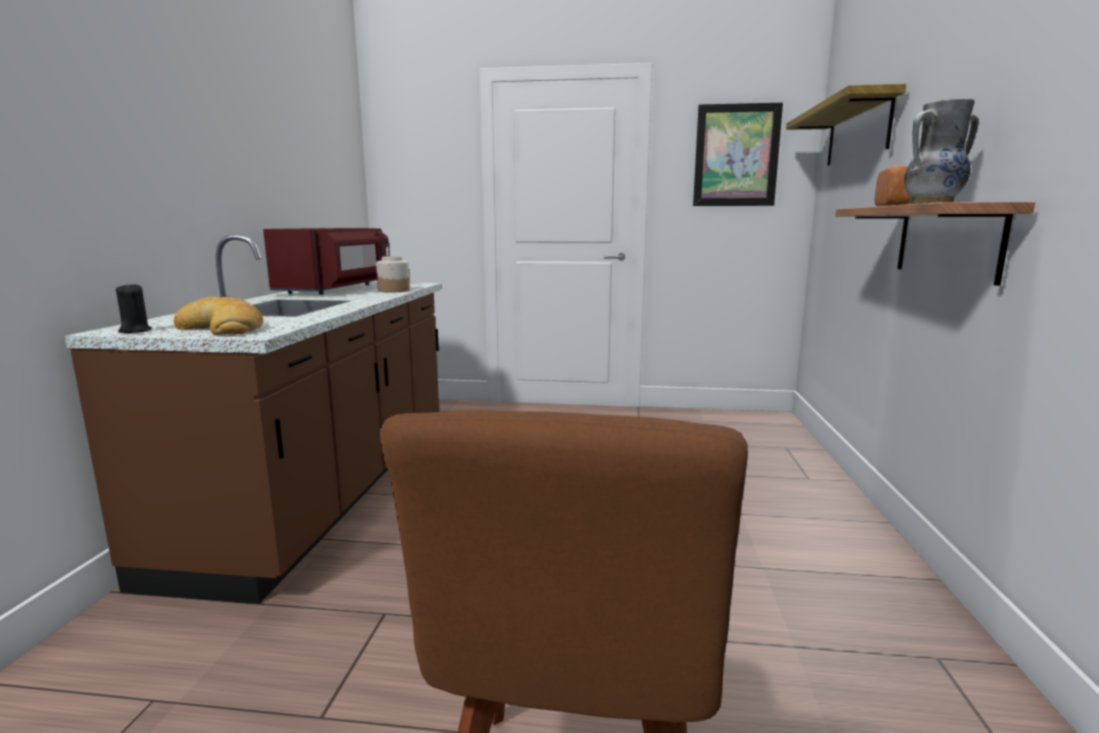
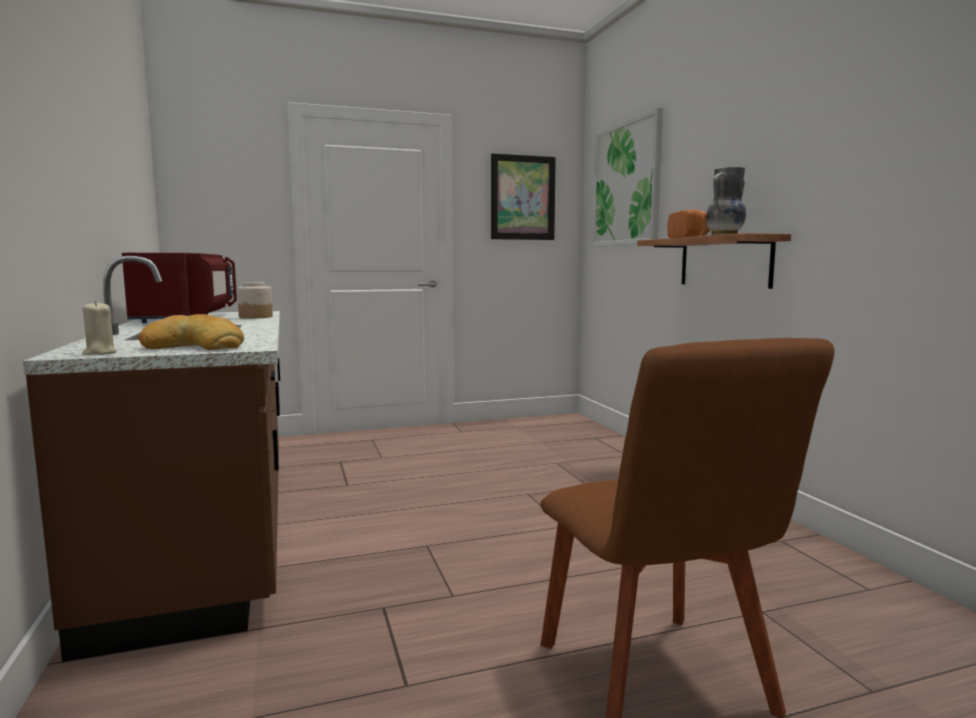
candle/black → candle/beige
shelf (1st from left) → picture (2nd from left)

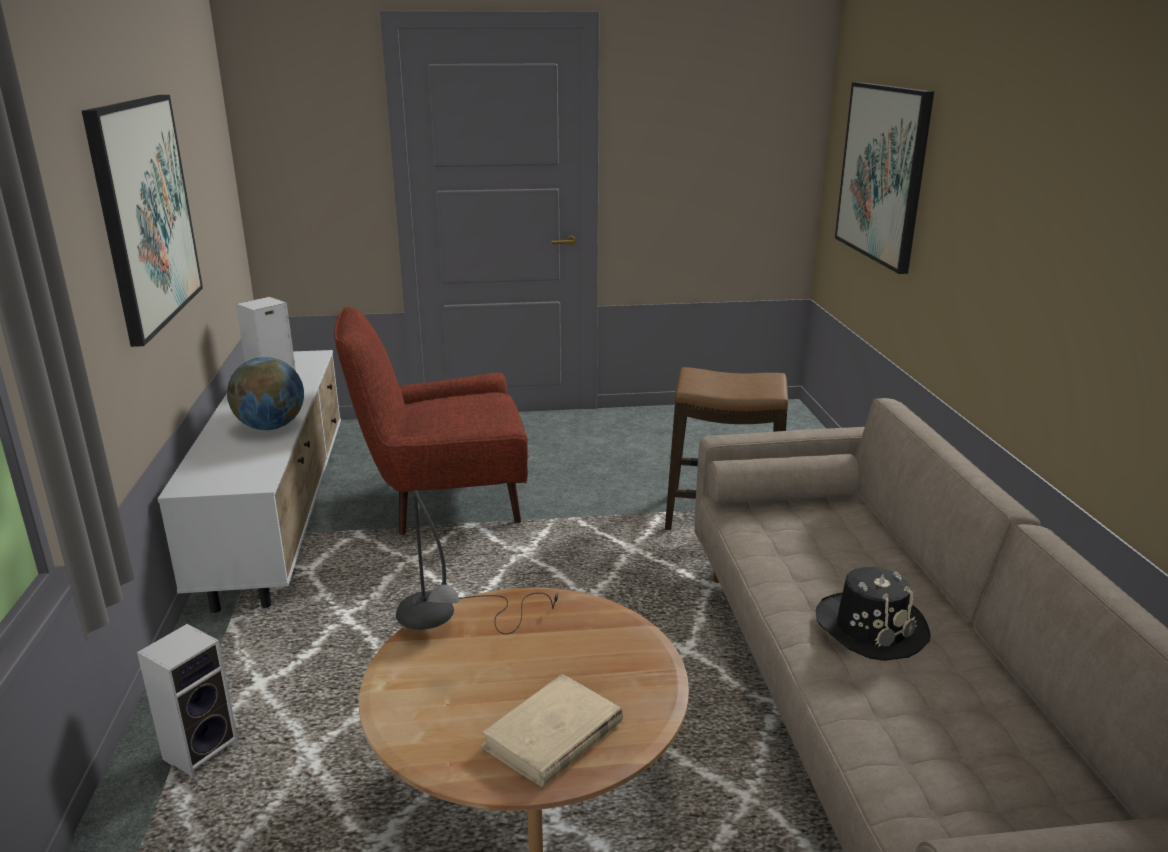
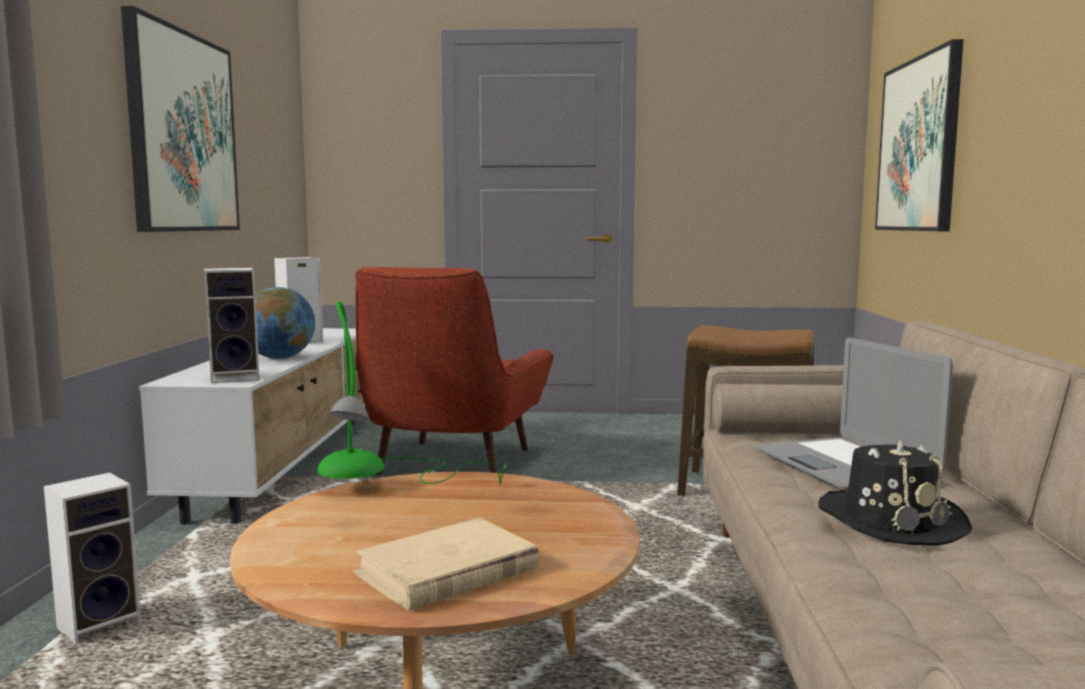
armchair/red, 75 degrees counterclockwise
table lamp/grey → table lamp/green
- → speaker (2nd from left)
- → laptop

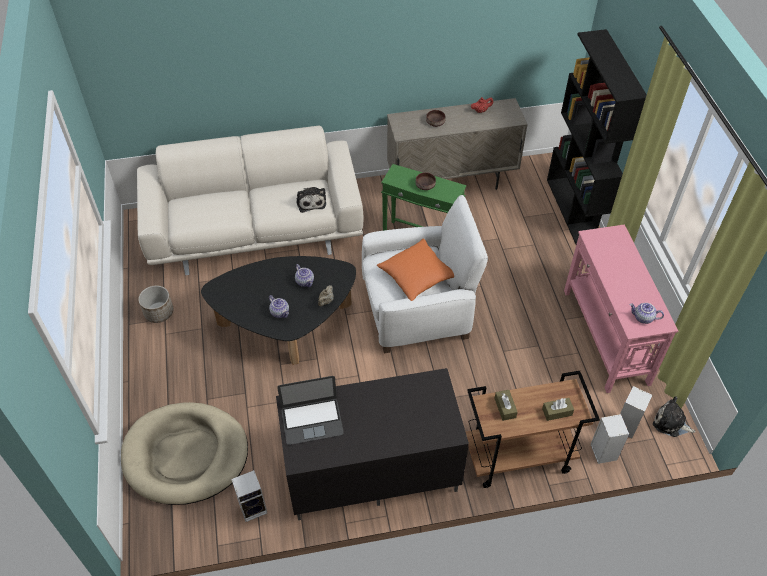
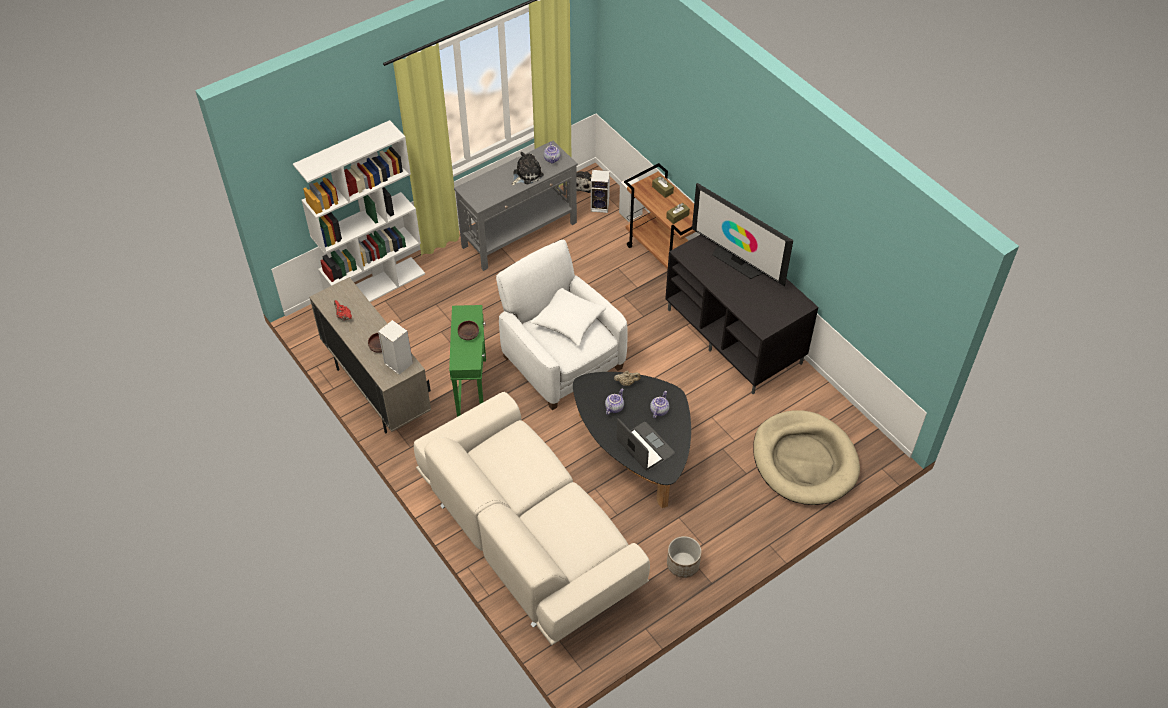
speaker (1st from left), moved
laptop, moved
plush toy (1st from left), moved
pillow/orange → pillow/white
bookcase/black → bookcase/white
console table/pink → console table/grey
- → television

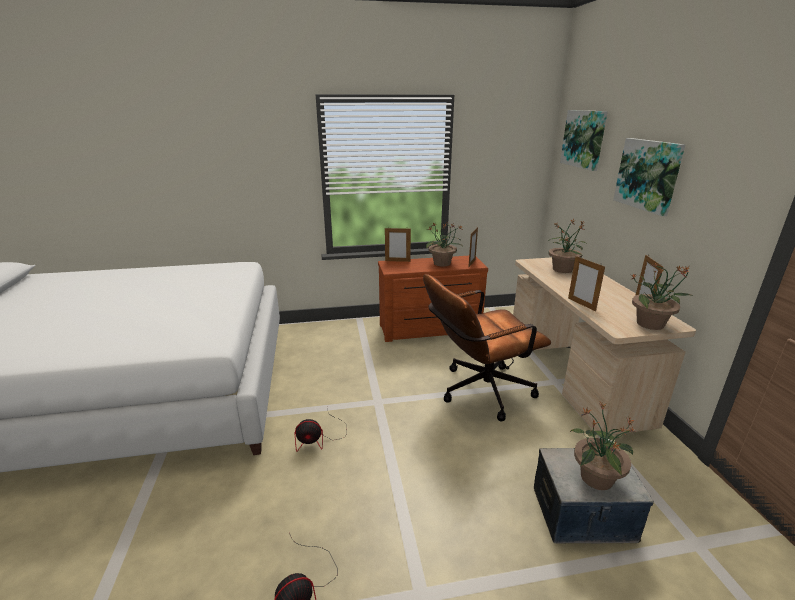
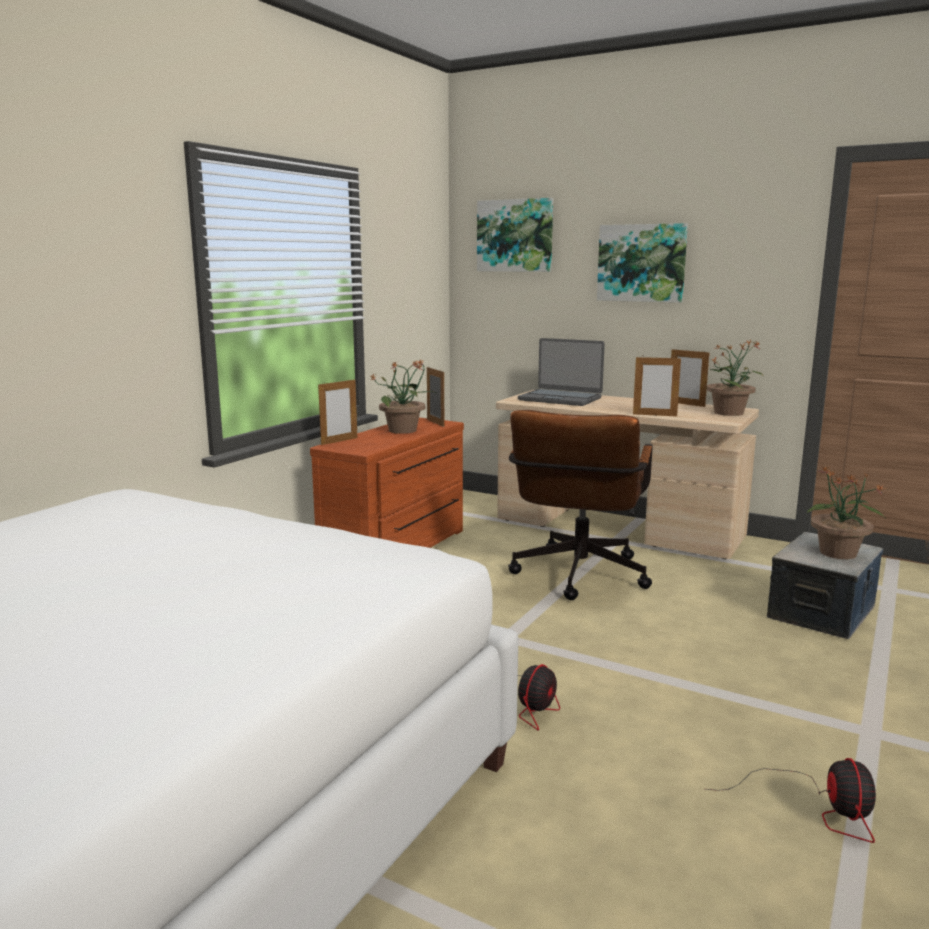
potted plant (2nd from left) → laptop

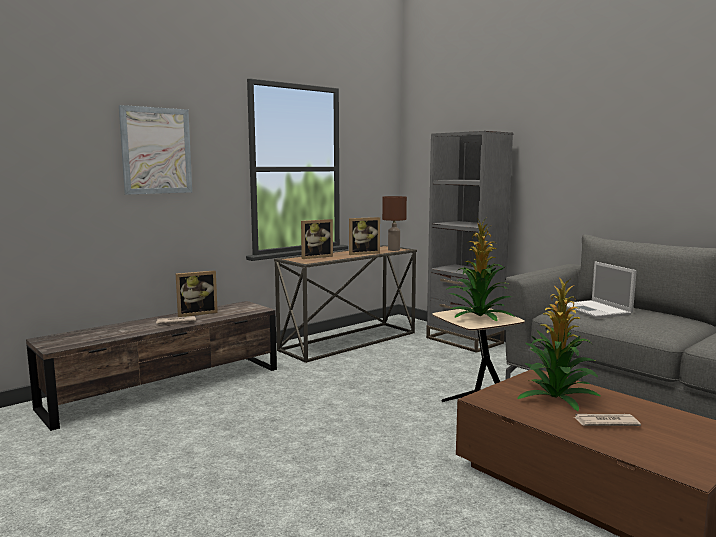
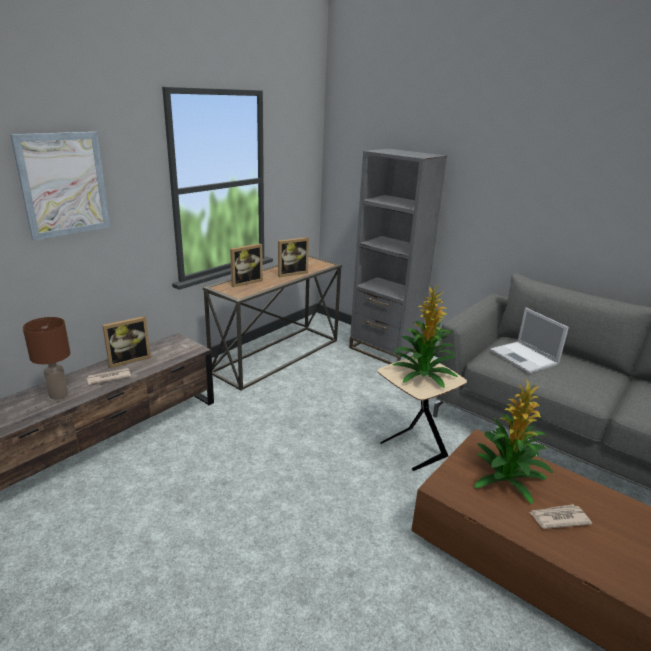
table lamp/brown, moved

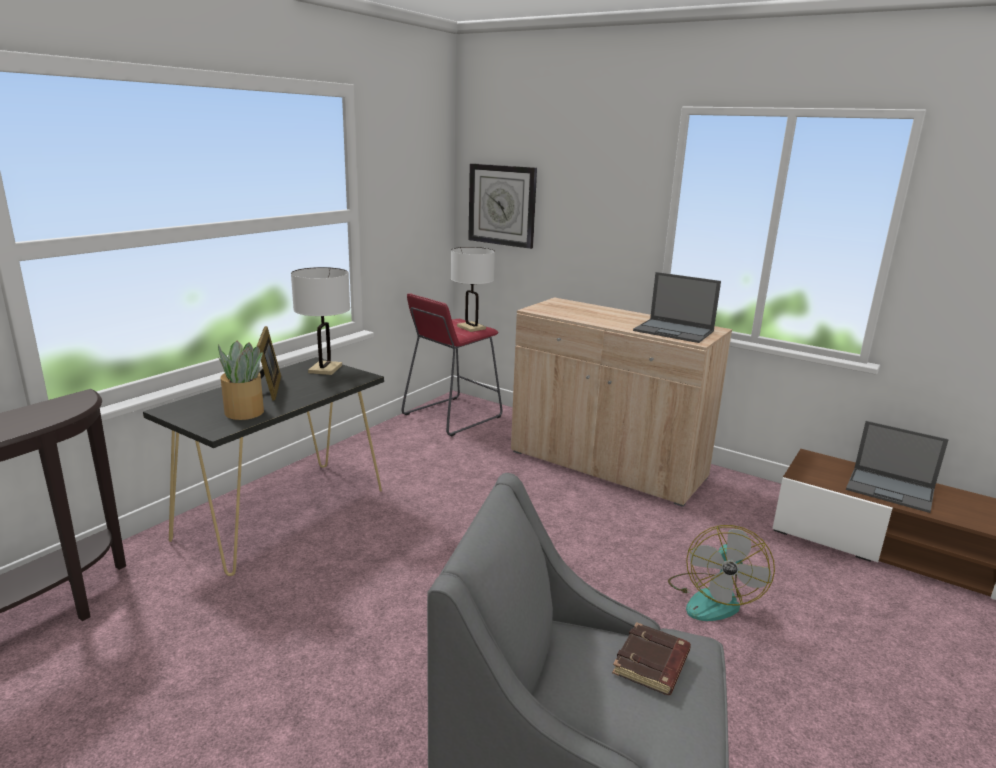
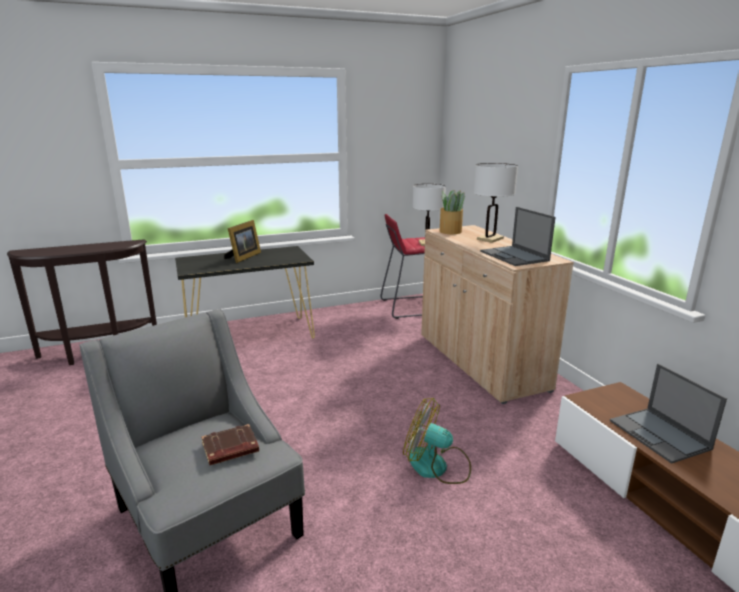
potted plant, moved
table lamp/white (1st from left in the first image) → table lamp/white (2nd from left), moved
wall clock → -
fan, 60 degrees clockwise

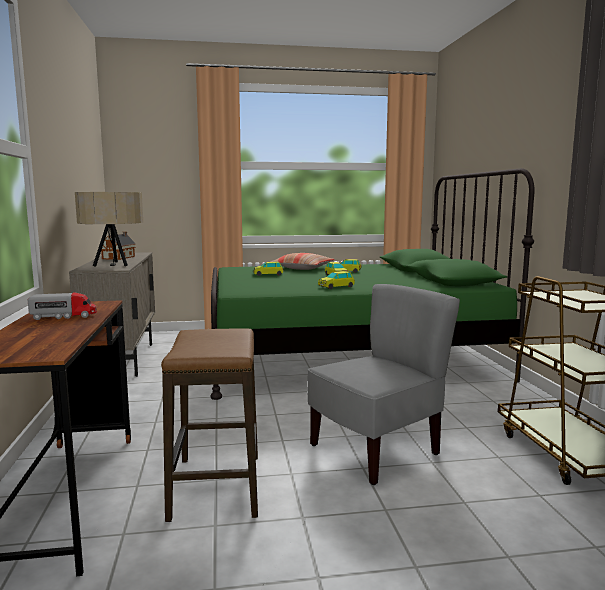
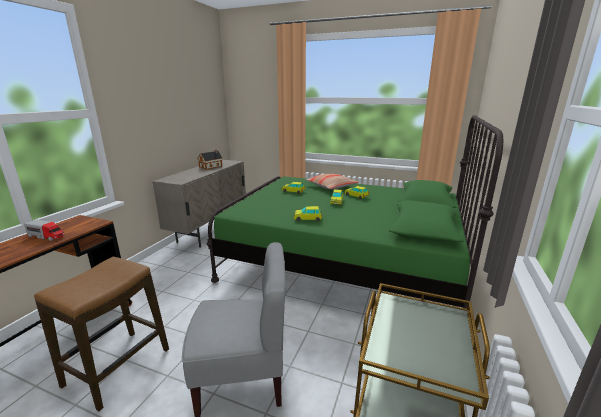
table lamp/beige → -

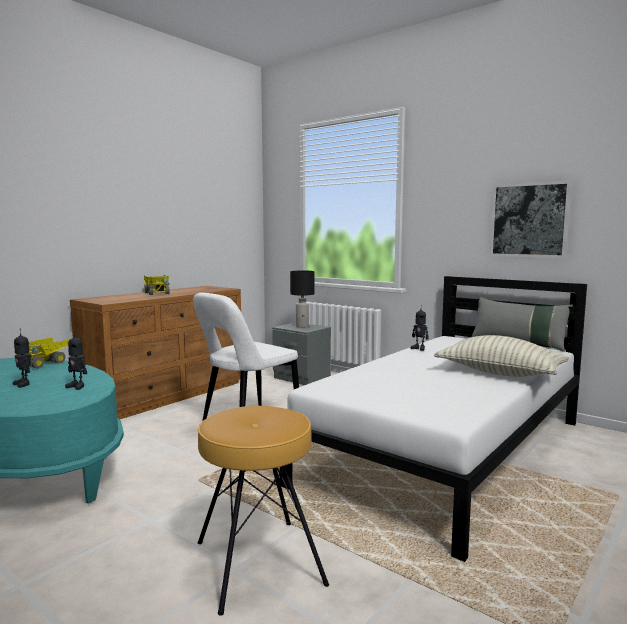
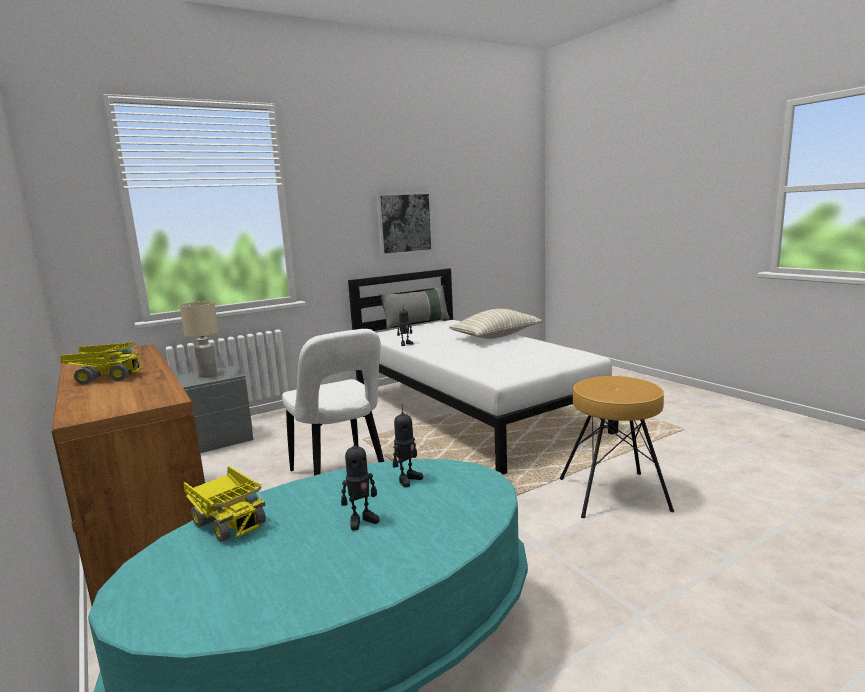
table lamp/black → table lamp/beige

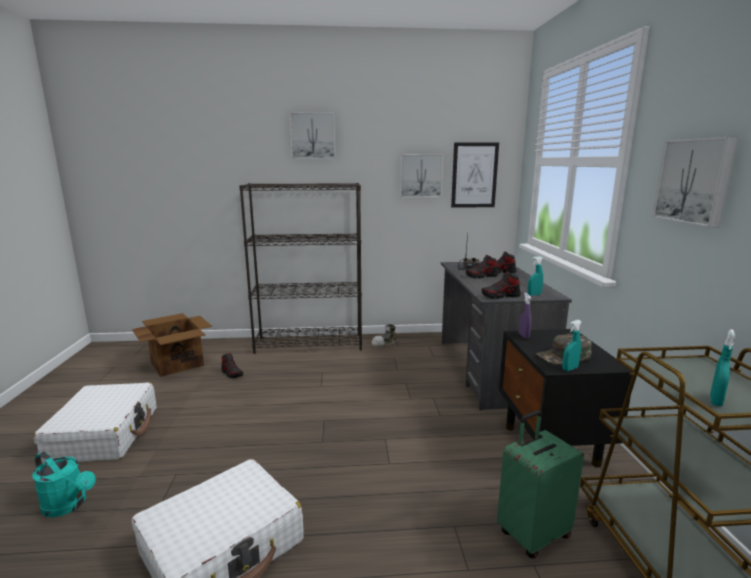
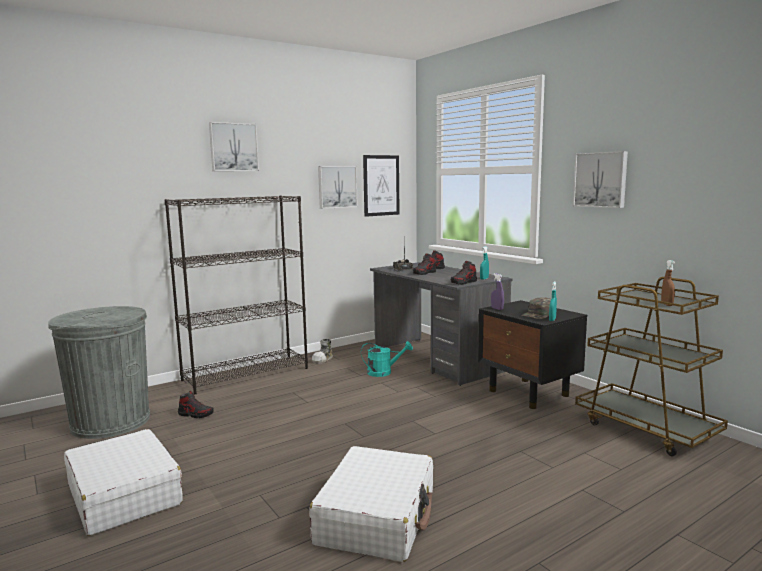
watering can/turquoise, moved
cardboard box → trash can/grey
suitcase/green → -
spray bottle/turquoise (3rd from left) → spray bottle/brown

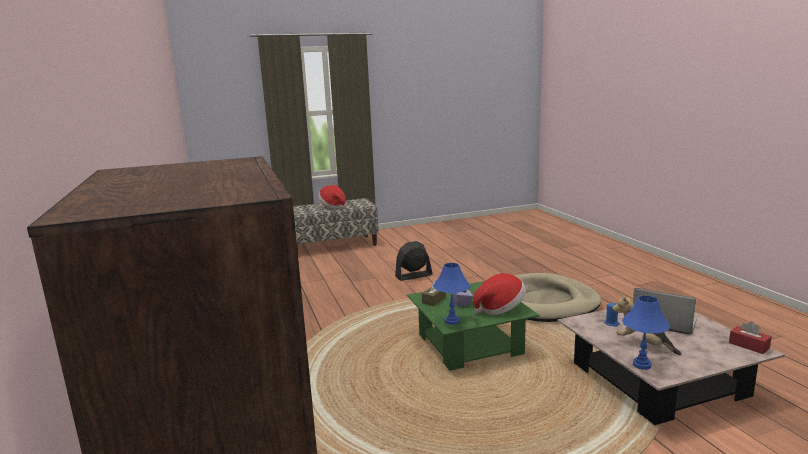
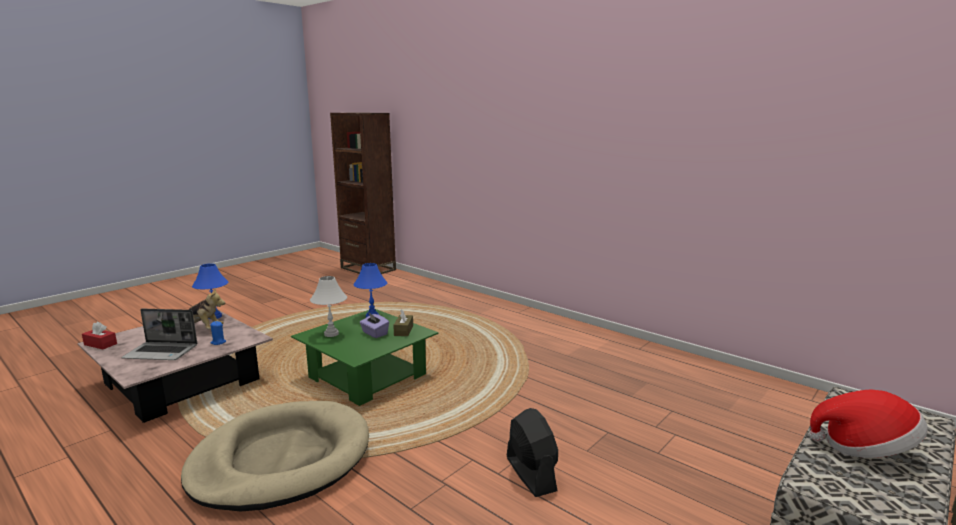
fan/black, 60 degrees counterclockwise
hat (2nd from left) → table lamp/white

